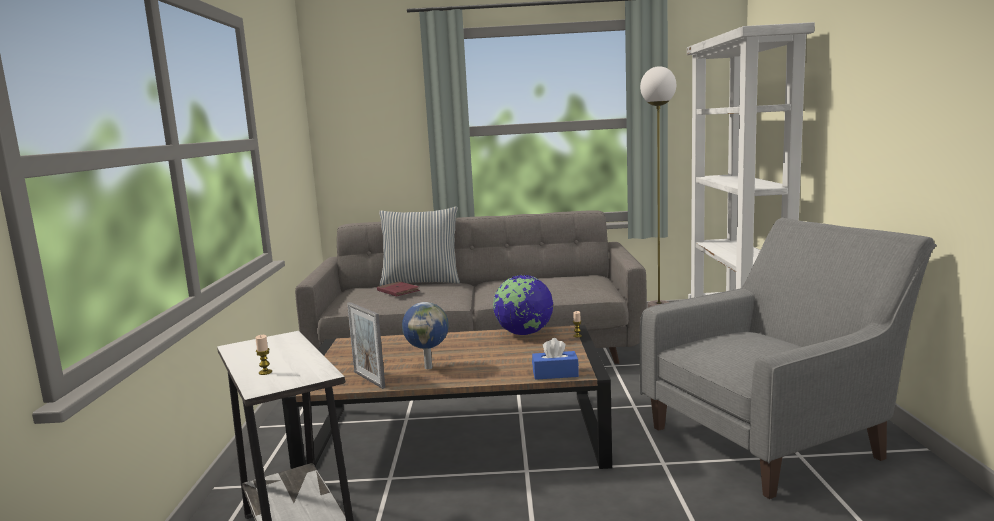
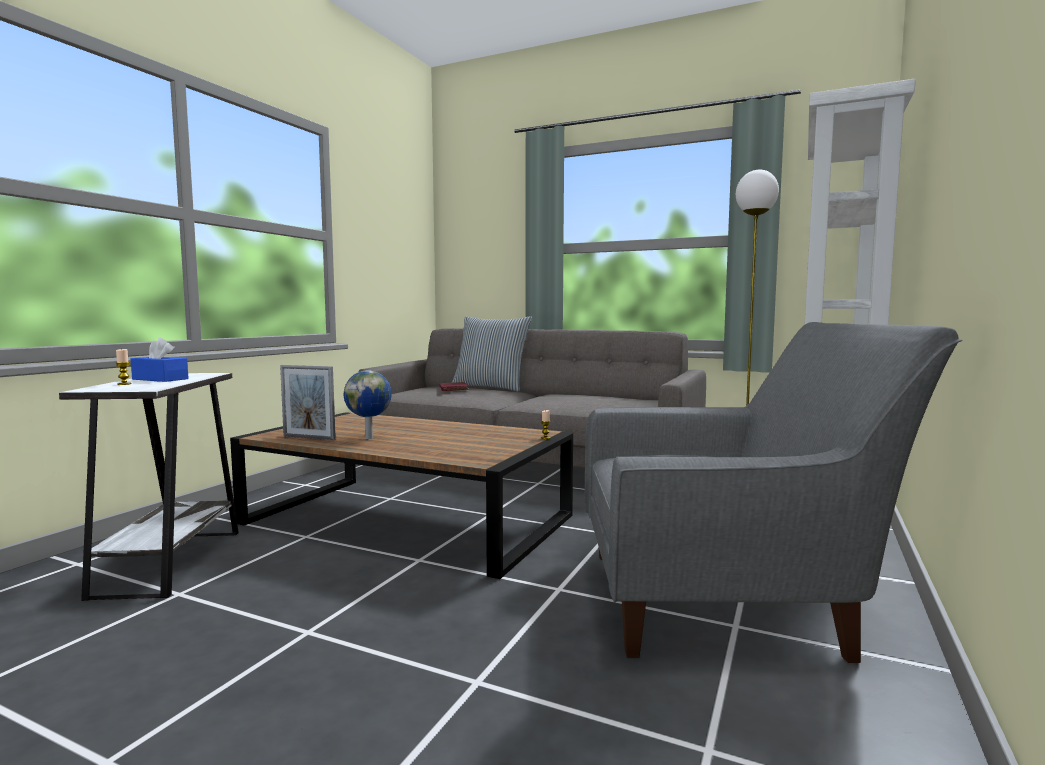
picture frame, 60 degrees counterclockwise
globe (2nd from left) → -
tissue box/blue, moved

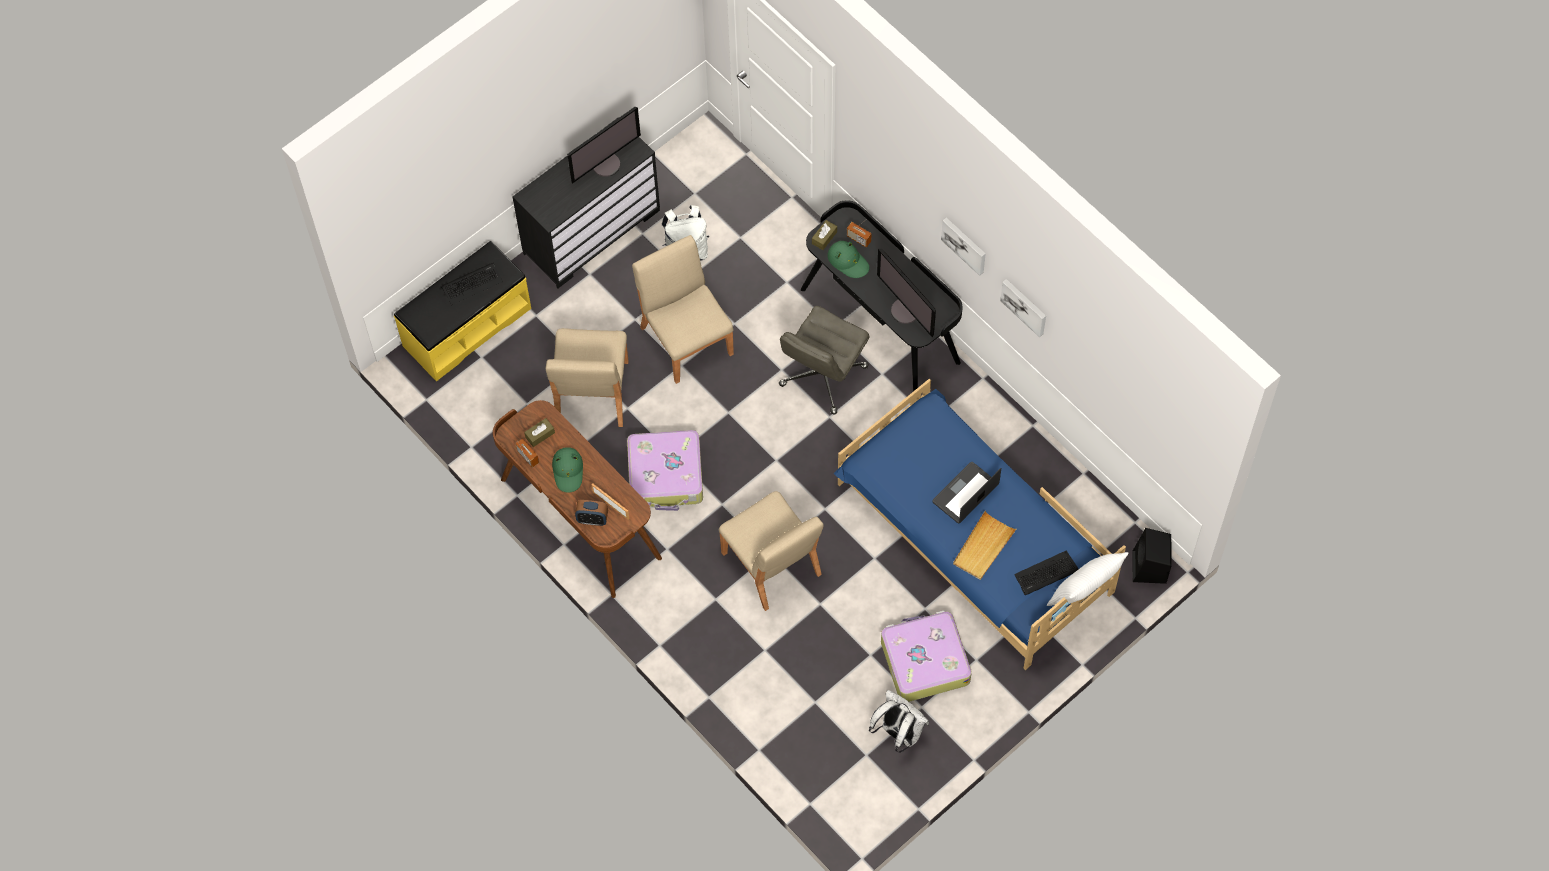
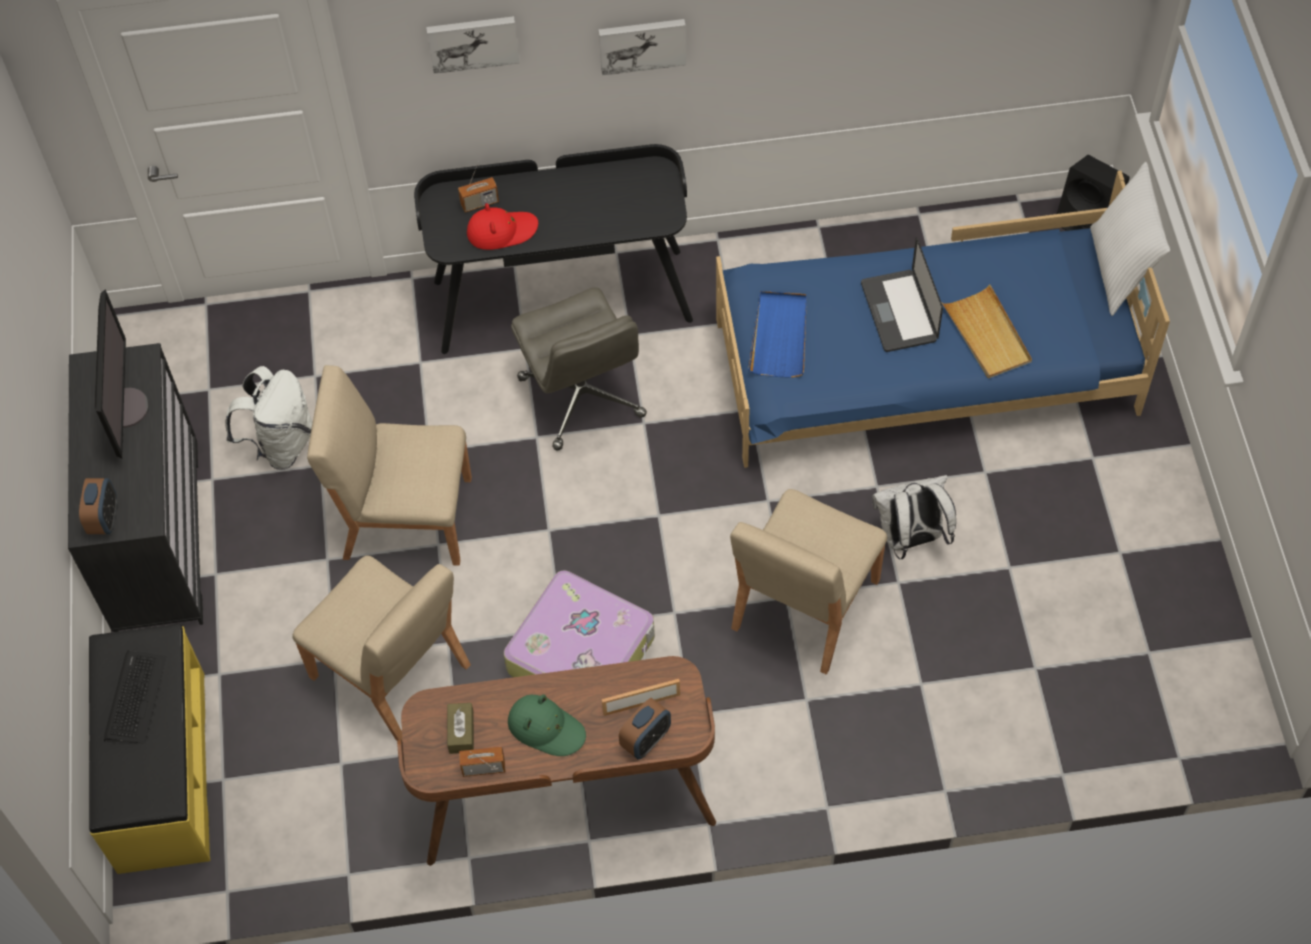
chair/beige (3rd from left), 120 degrees clockwise
tissue box/brown (2nd from left) → -
hat/green (2nd from left) → hat/red
backpack/white (2nd from left), moved
monitor (2nd from left) → -
suitcase (2nd from left) → -
picture (2nd from left in the first image) → picture (1st from left), moved
keyboard (2nd from left) → -
- → alarm clock (1st from left)
- → tray/blue

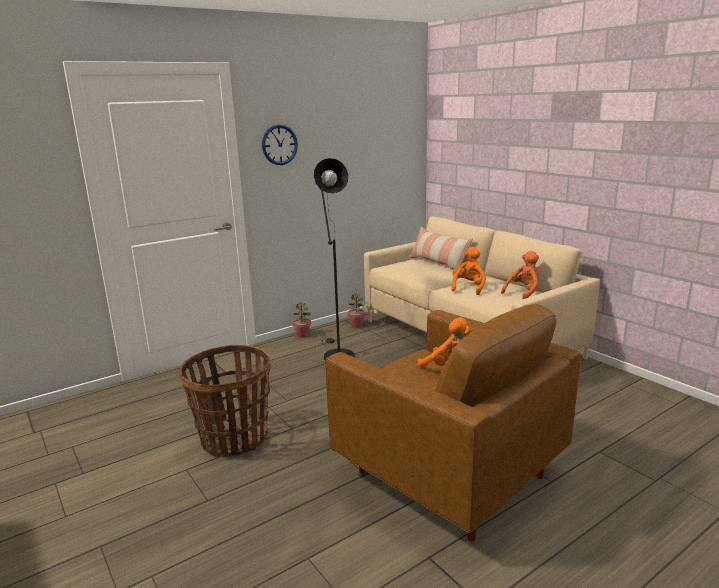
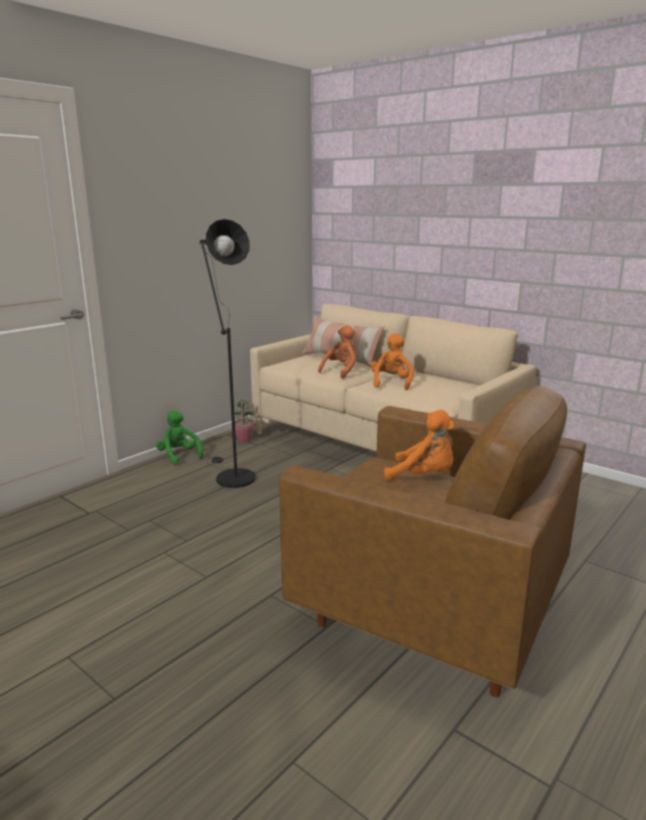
basket → -
wall clock → -
potted plant (1st from left) → plush toy/green
plush toy/orange (3rd from left in the first image) → plush toy/orange (1st from left), moved

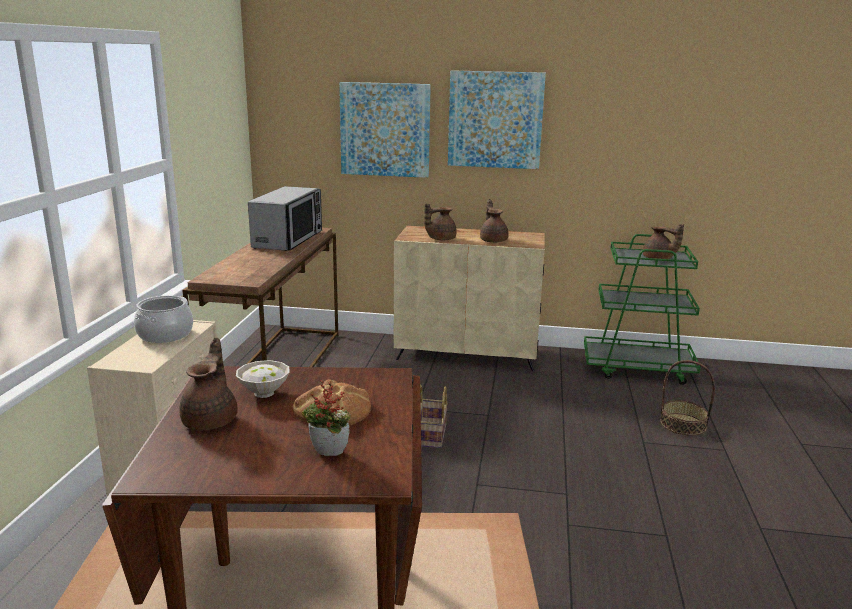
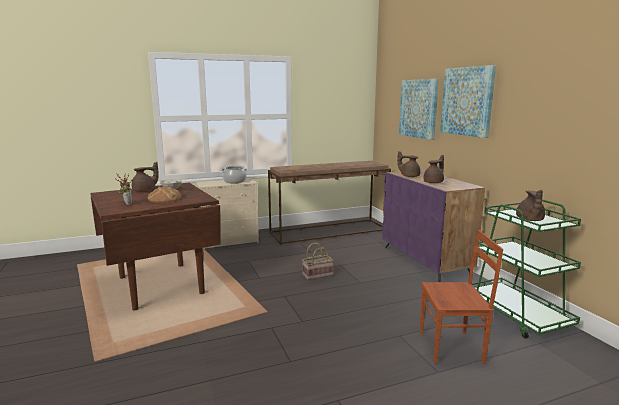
microwave → -
cabinet/beige → cabinet/purple
basket (2nd from left) → chair/brown

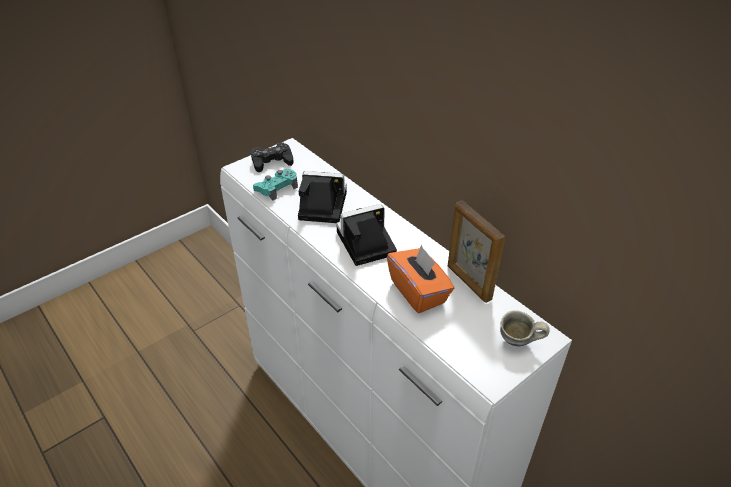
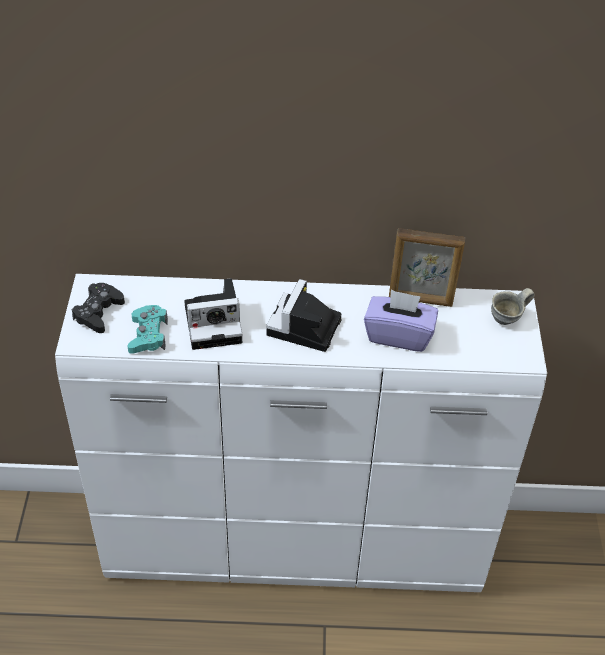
photo camera (1st from left), 150 degrees counterclockwise
tissue box/orange → tissue box/purple

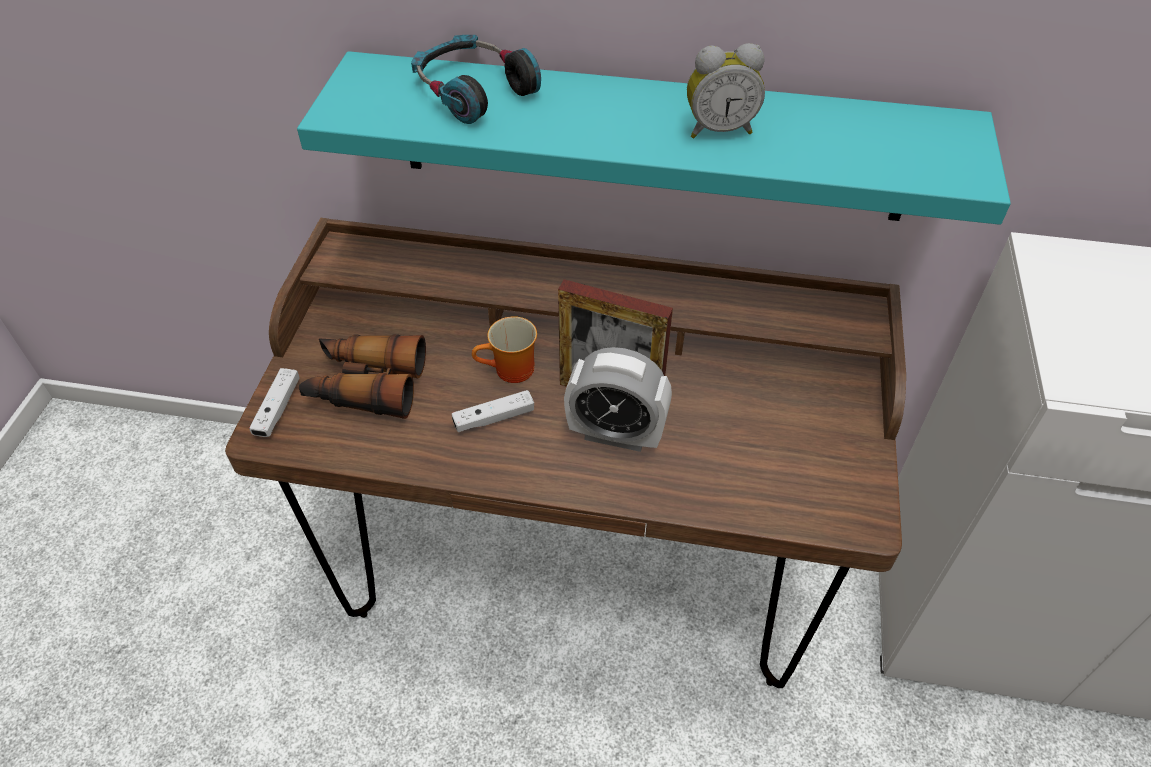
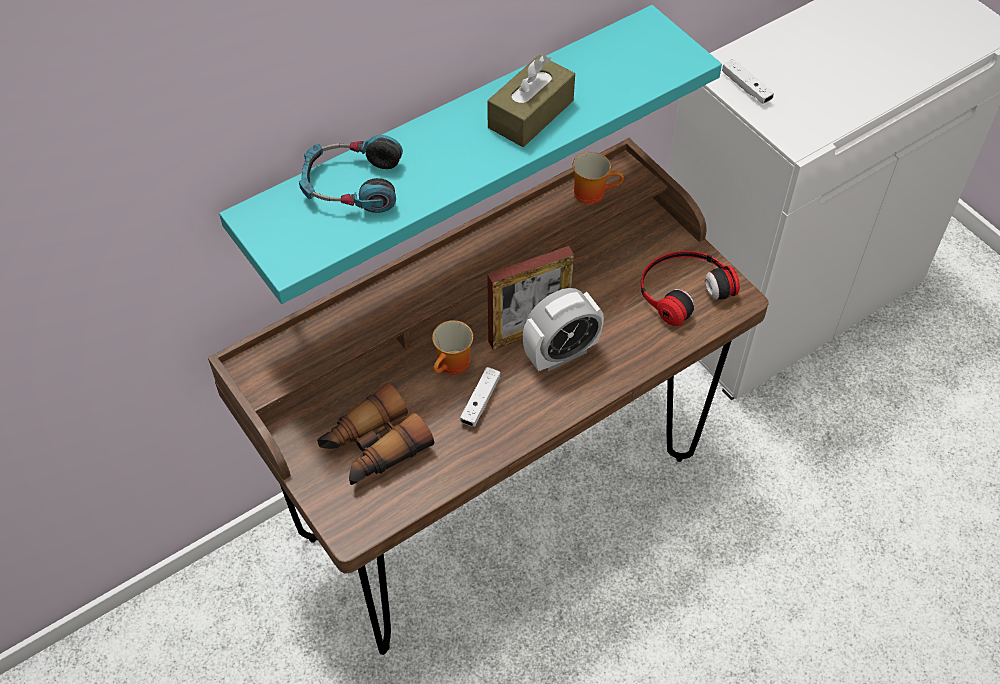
game controller/white (1st from left in the first image) → game controller/white (2nd from left), moved
alarm clock (2nd from left) → tissue box/brown
- → mug (2nd from left)
- → headphones (2nd from left)

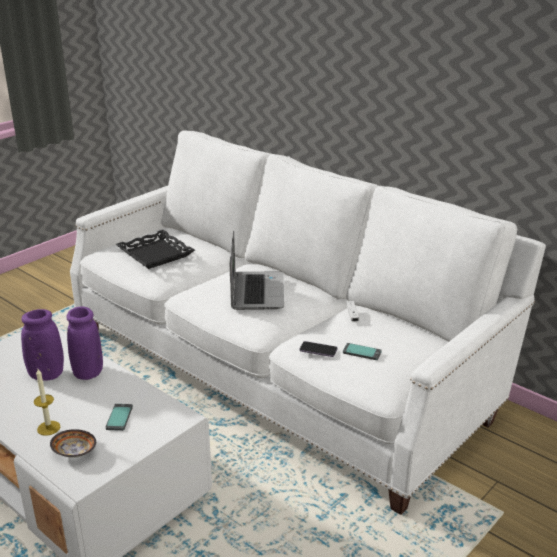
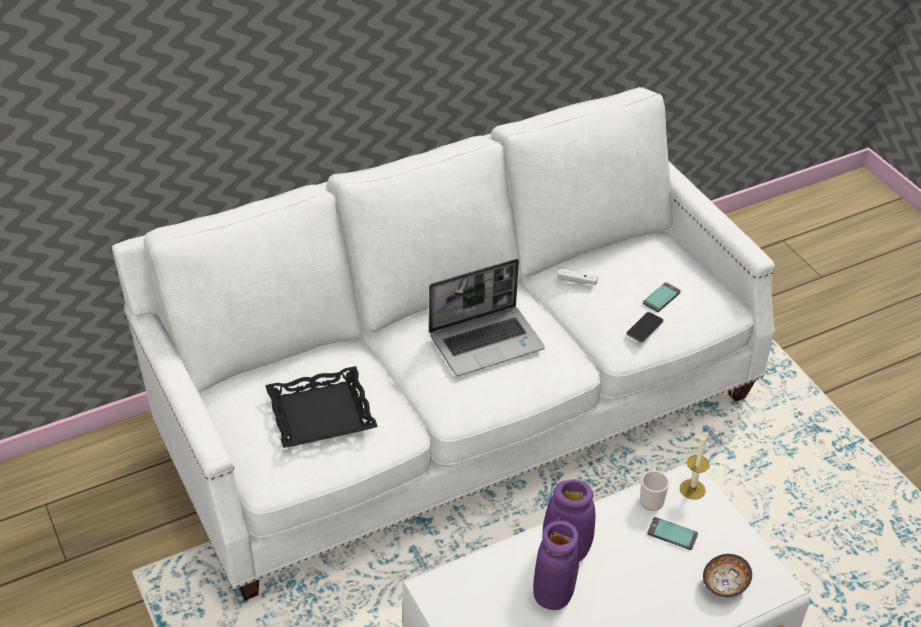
candle, moved
laptop, 135 degrees clockwise
- → mug

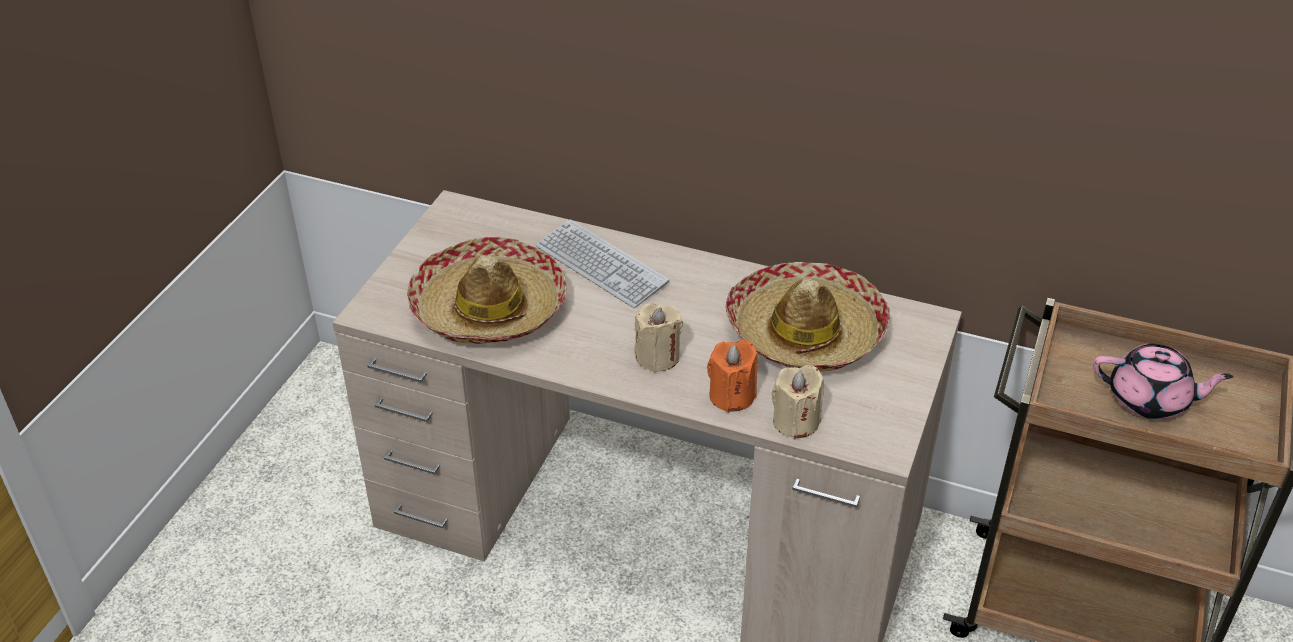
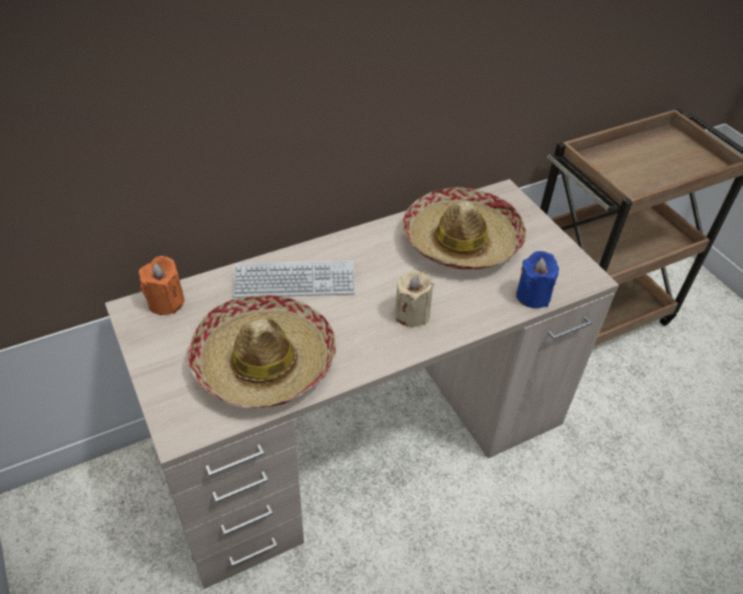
candle/orange, moved
candle/beige (2nd from left) → candle/blue
teapot/pink → -

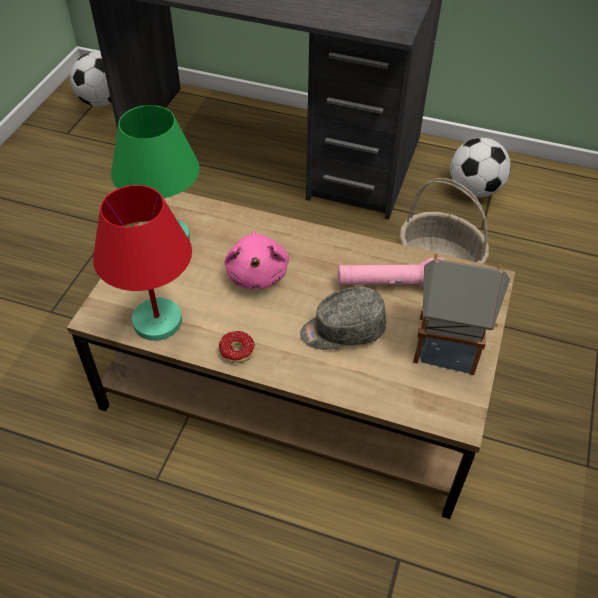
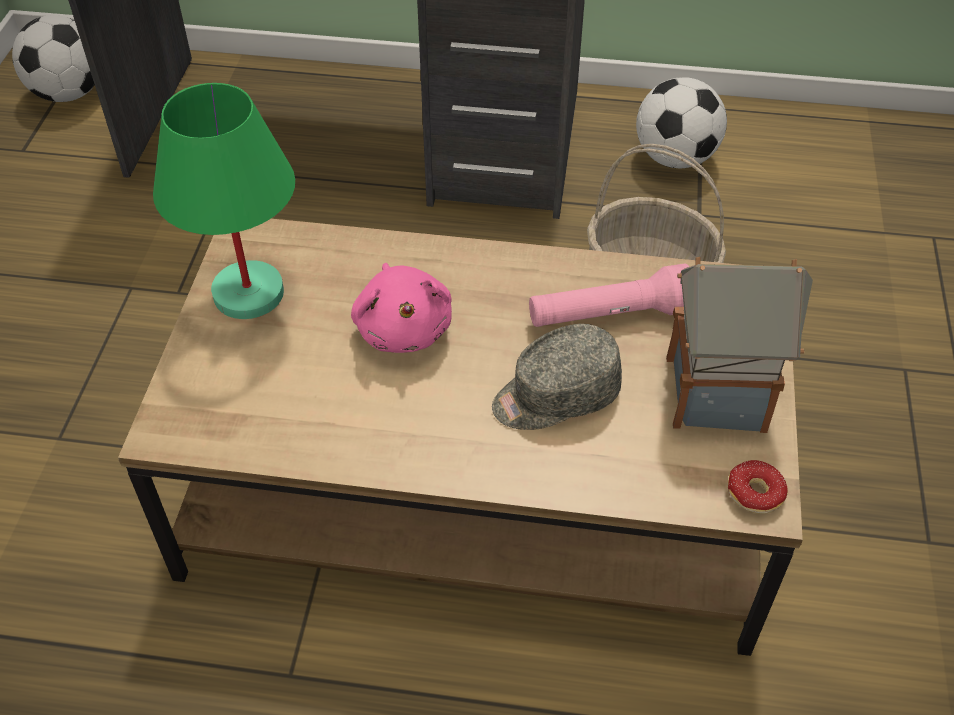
table lamp/red → -
donut, moved

